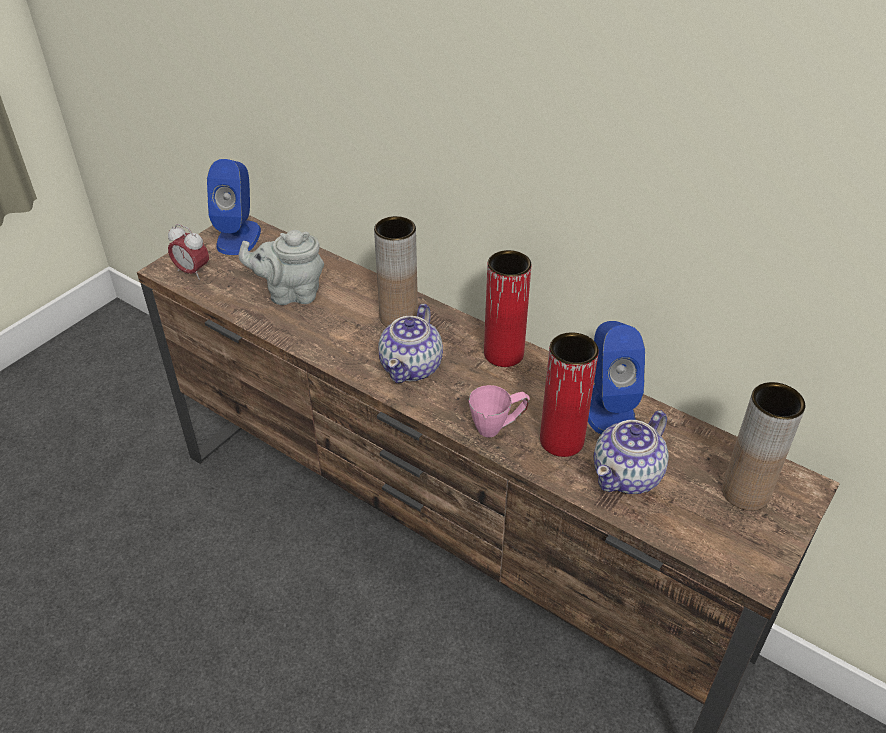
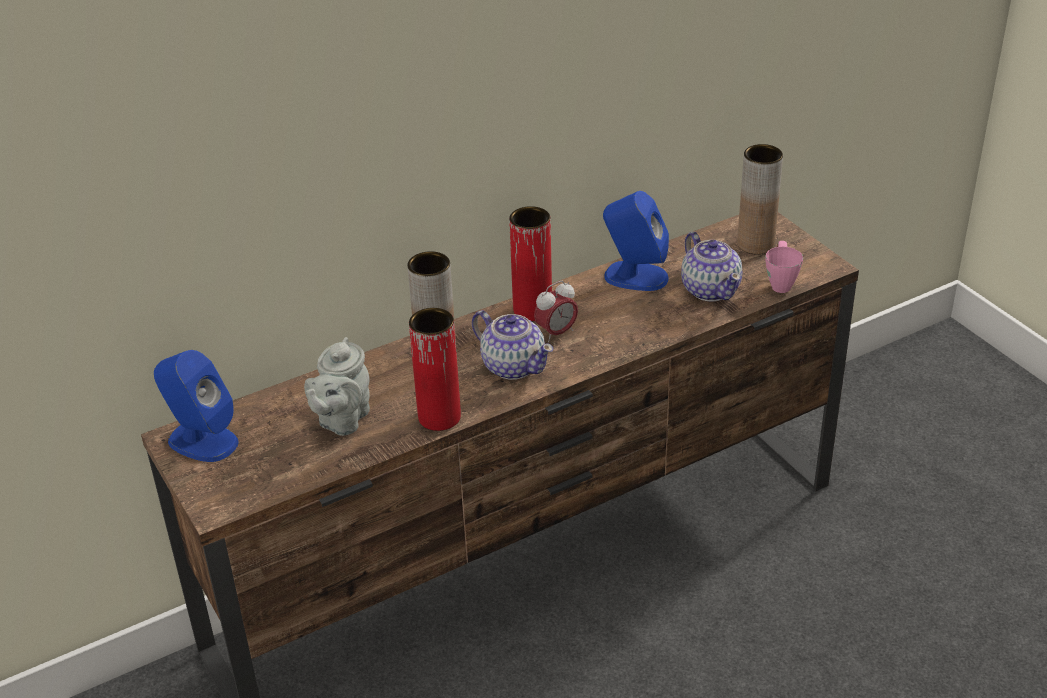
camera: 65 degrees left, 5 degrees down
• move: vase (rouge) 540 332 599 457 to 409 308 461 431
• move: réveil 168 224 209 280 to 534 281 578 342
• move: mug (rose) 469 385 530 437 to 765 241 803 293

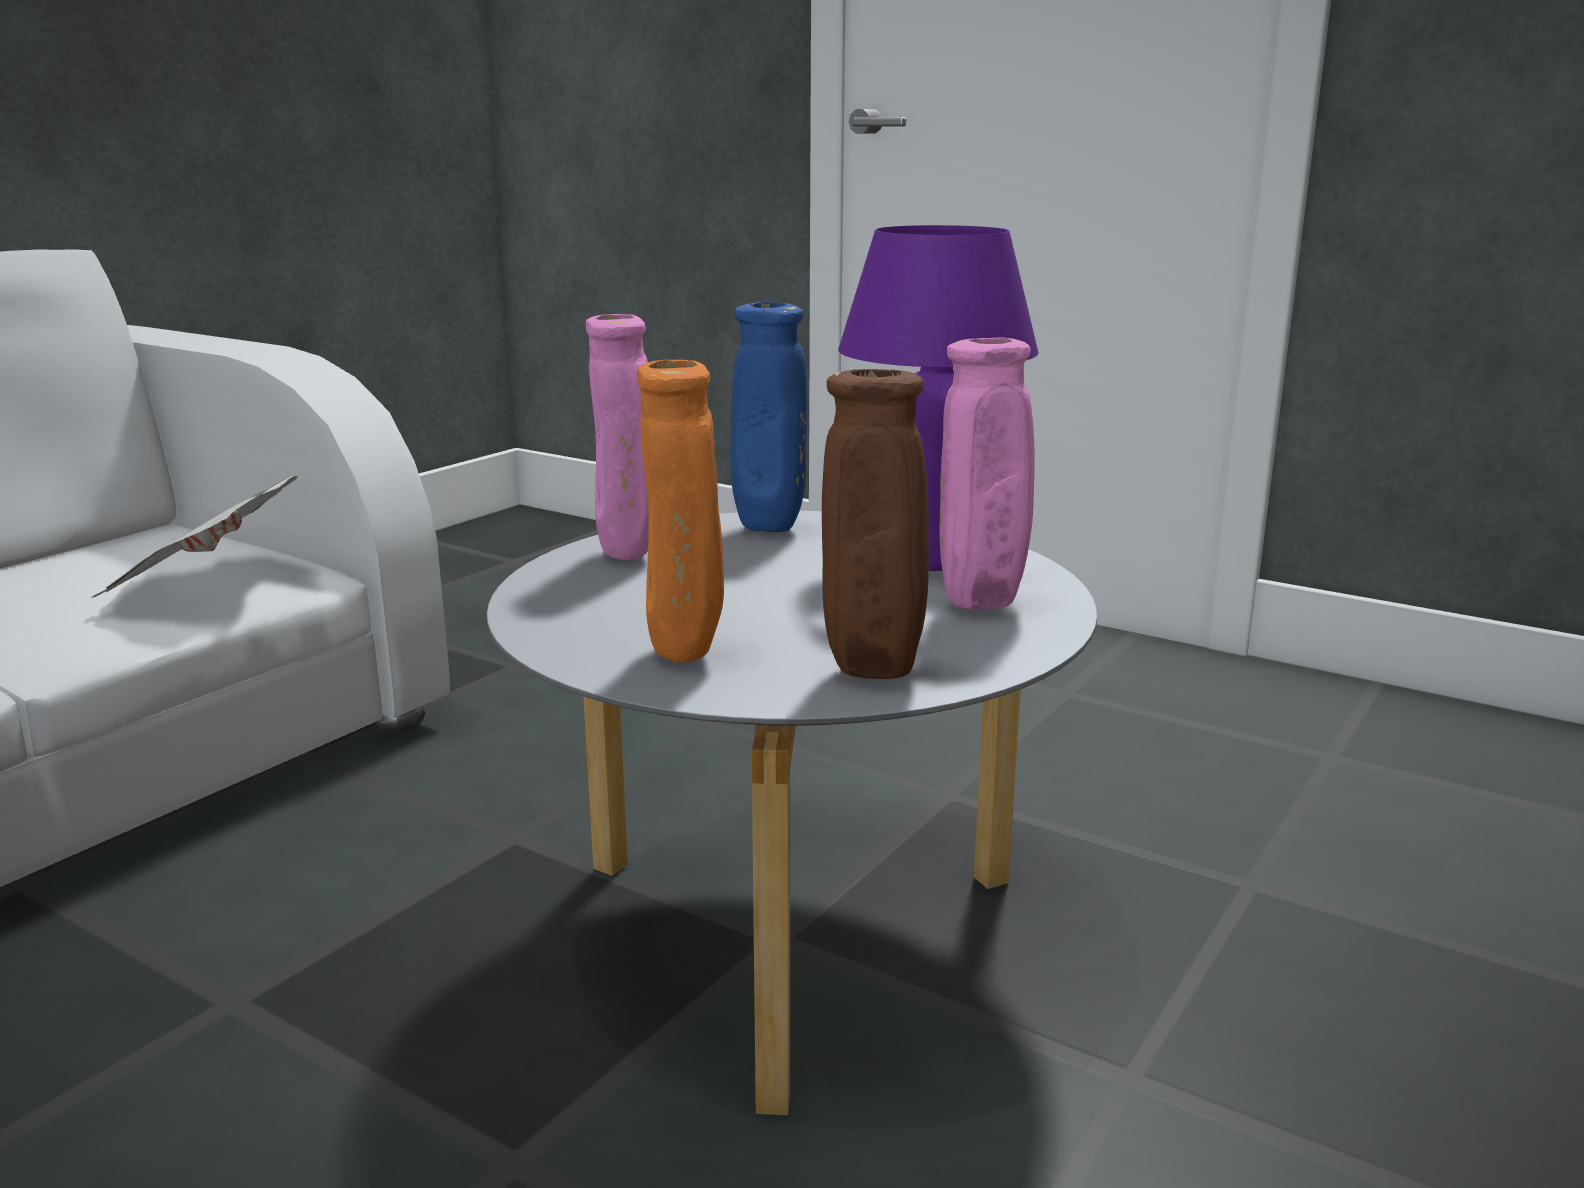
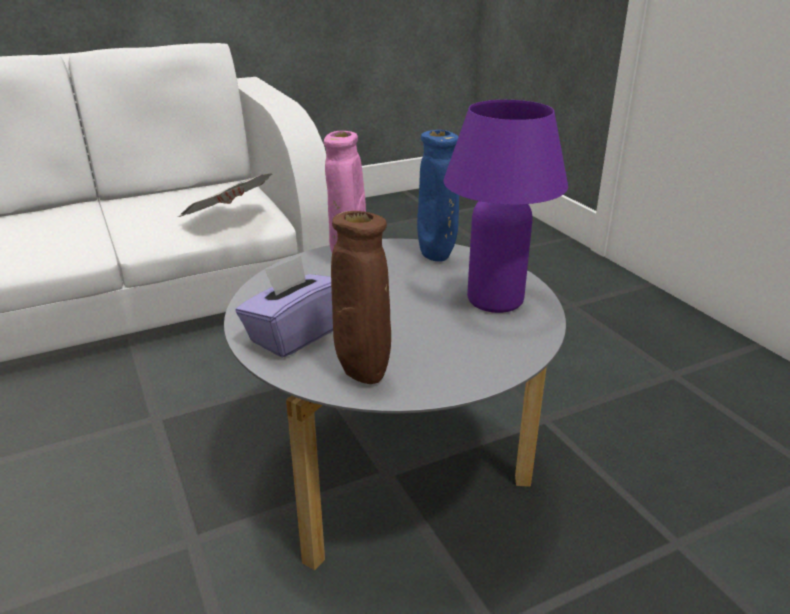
camera: 30 degrees right, 10 degrees up
• replace: vase (orange) 637 360 724 662 to boîte à mouchoirs (violet) 236 255 333 358
• delete: vase (rose) 940 337 1035 610

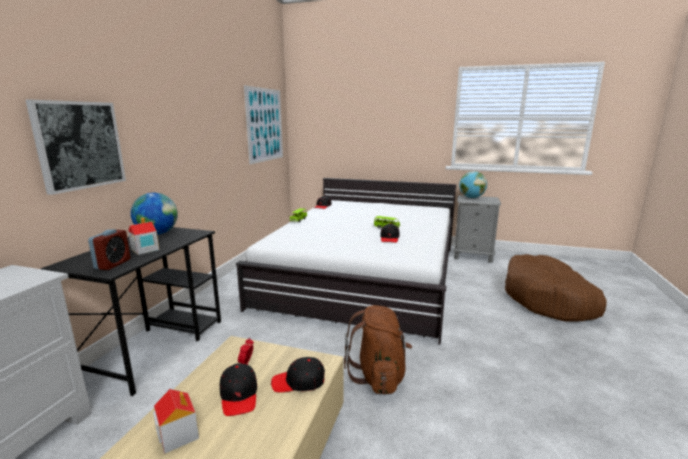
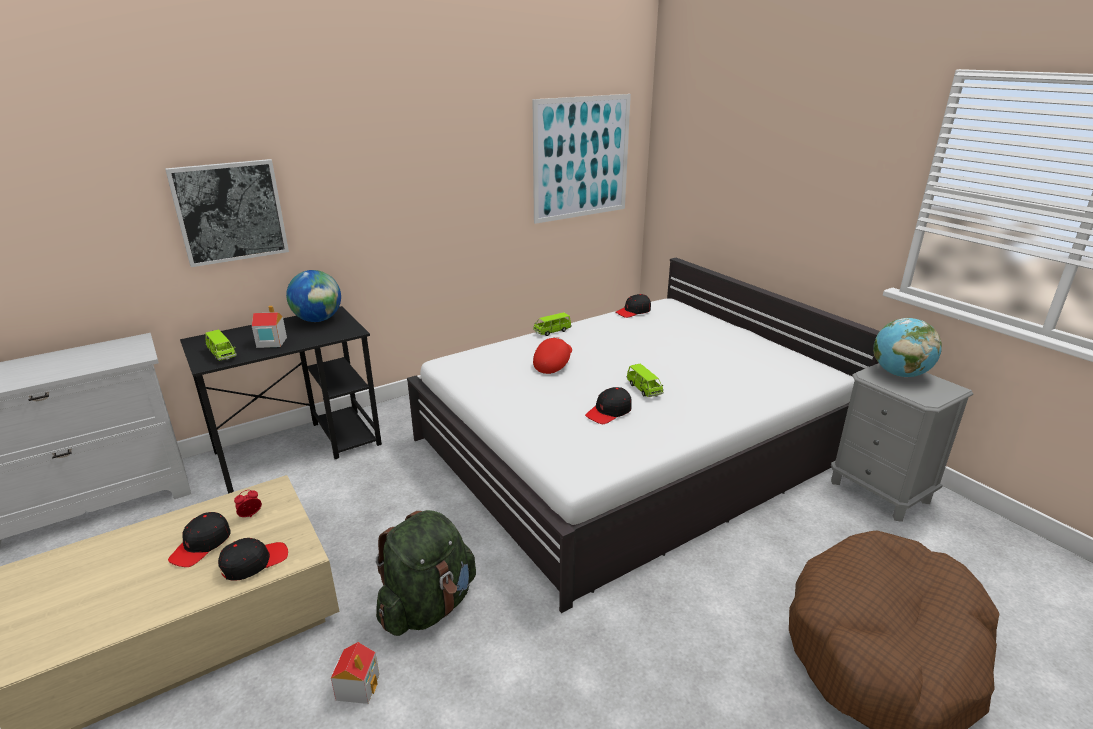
camera: 40 degrees right, 10 degrees up
• replace: réveil 88 229 131 270 to petite voiture (vert) 205 330 237 361
• rotate: casquette (noir) 271 357 325 393 = 218 538 288 581 105 degrees clockwise
• move: maison miniature 153 389 199 454 to 331 642 379 704
• recolor: sac à dos (marron) 344 305 412 395 to sac à dos (vert) 376 510 476 636
• insert: casquette (rouge) 533 337 572 374

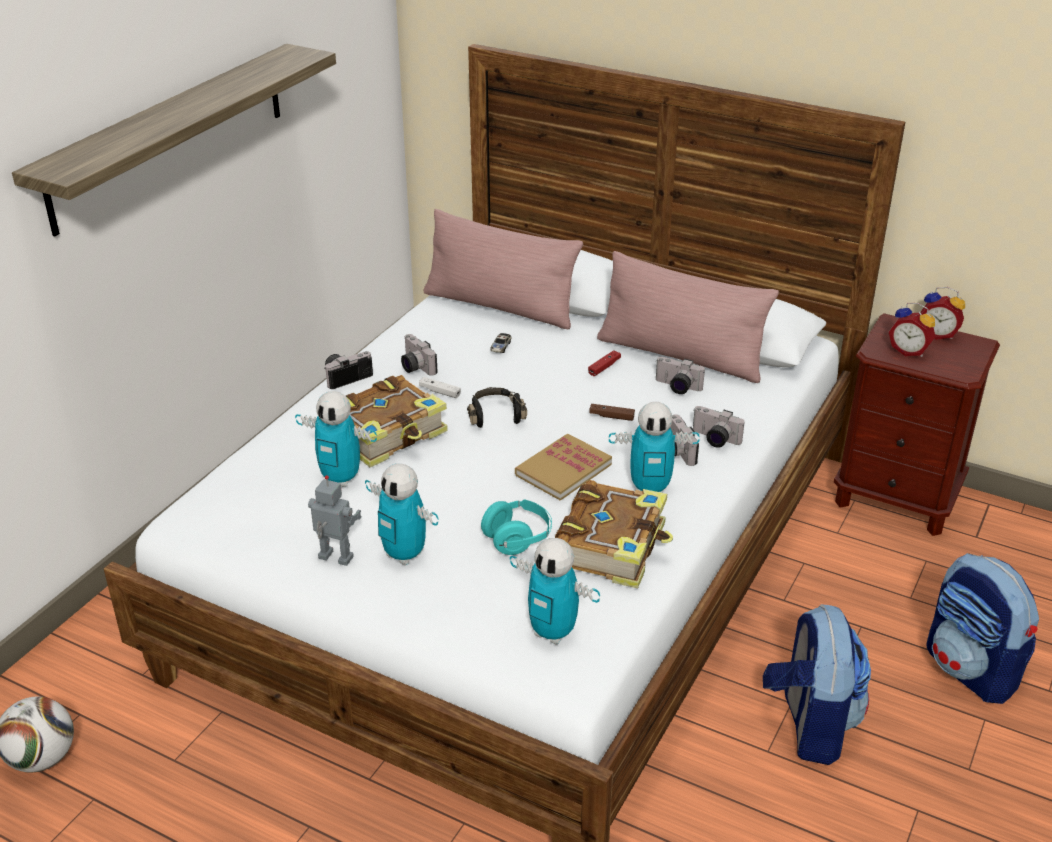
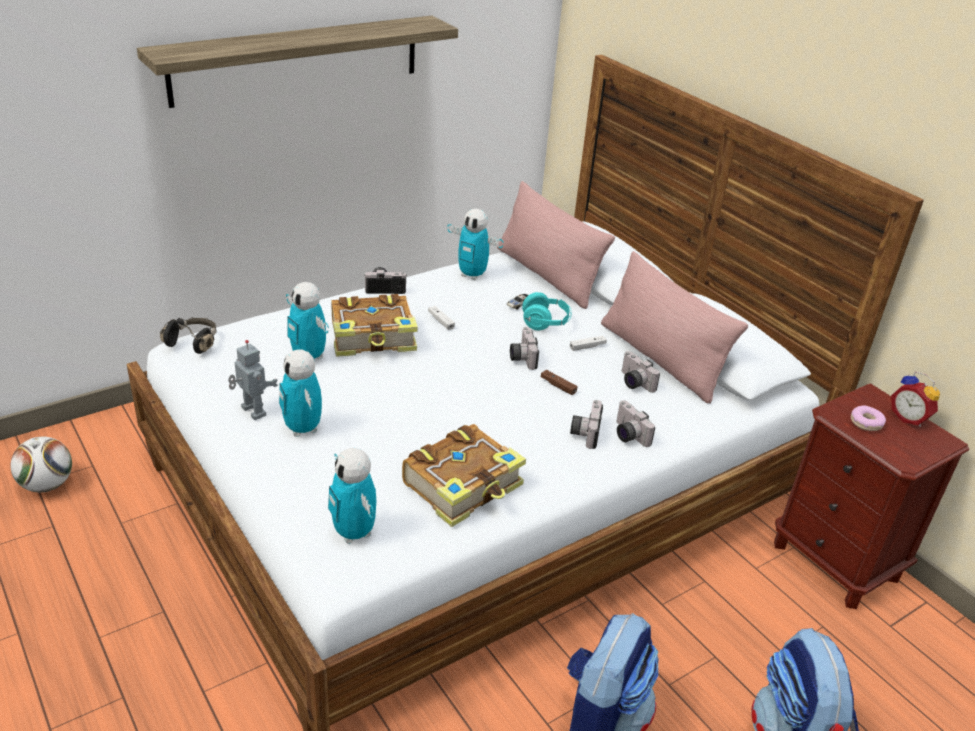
camera: 25 degrees right, 0 degrees up
• move: casque audio (noir) 467 387 527 428 to 160 317 216 354
• move: robot jouet 609 402 700 493 to 447 209 504 280
• move: appareil photo 401 334 438 376 to 510 327 539 370
• move: casque audio (turquoise) 481 499 552 555 to 522 292 572 330
• recolor: manette (rouge) 588 350 621 376 to manette (blanc) 570 336 607 351
• replace: réveil 889 303 935 357 to beignet 851 406 886 431
• delete: livre 515 433 612 501

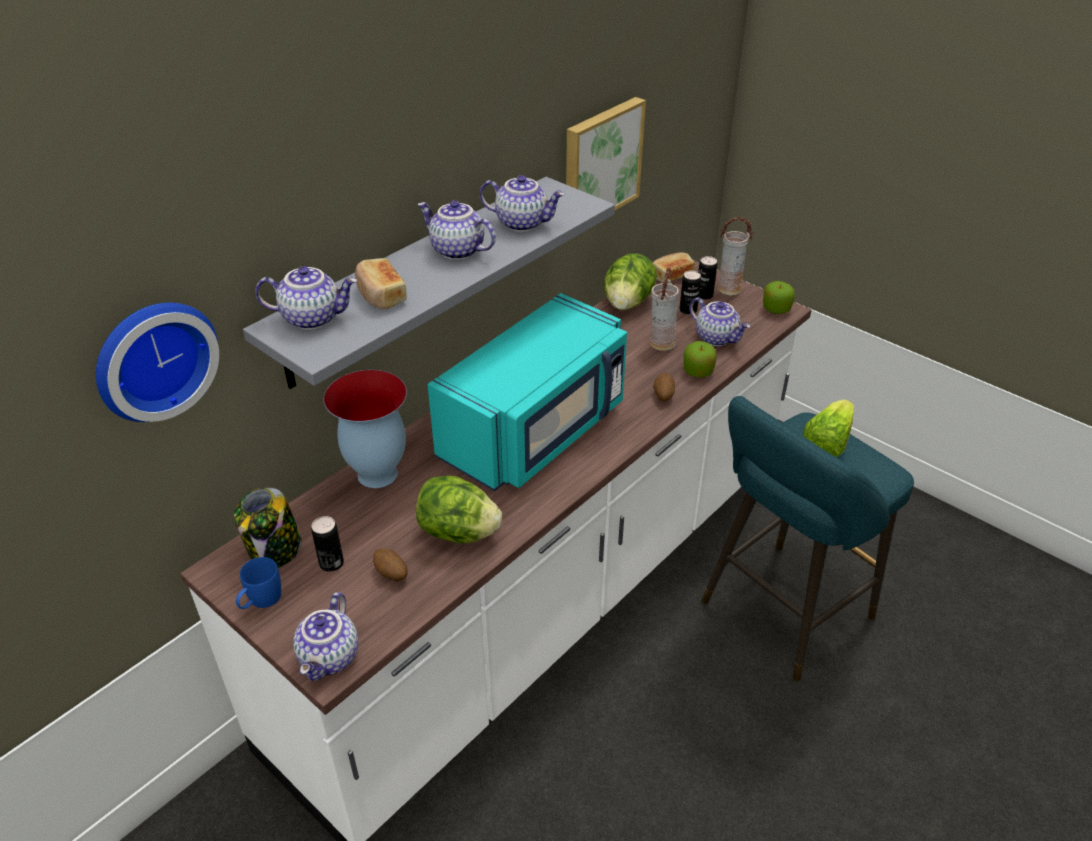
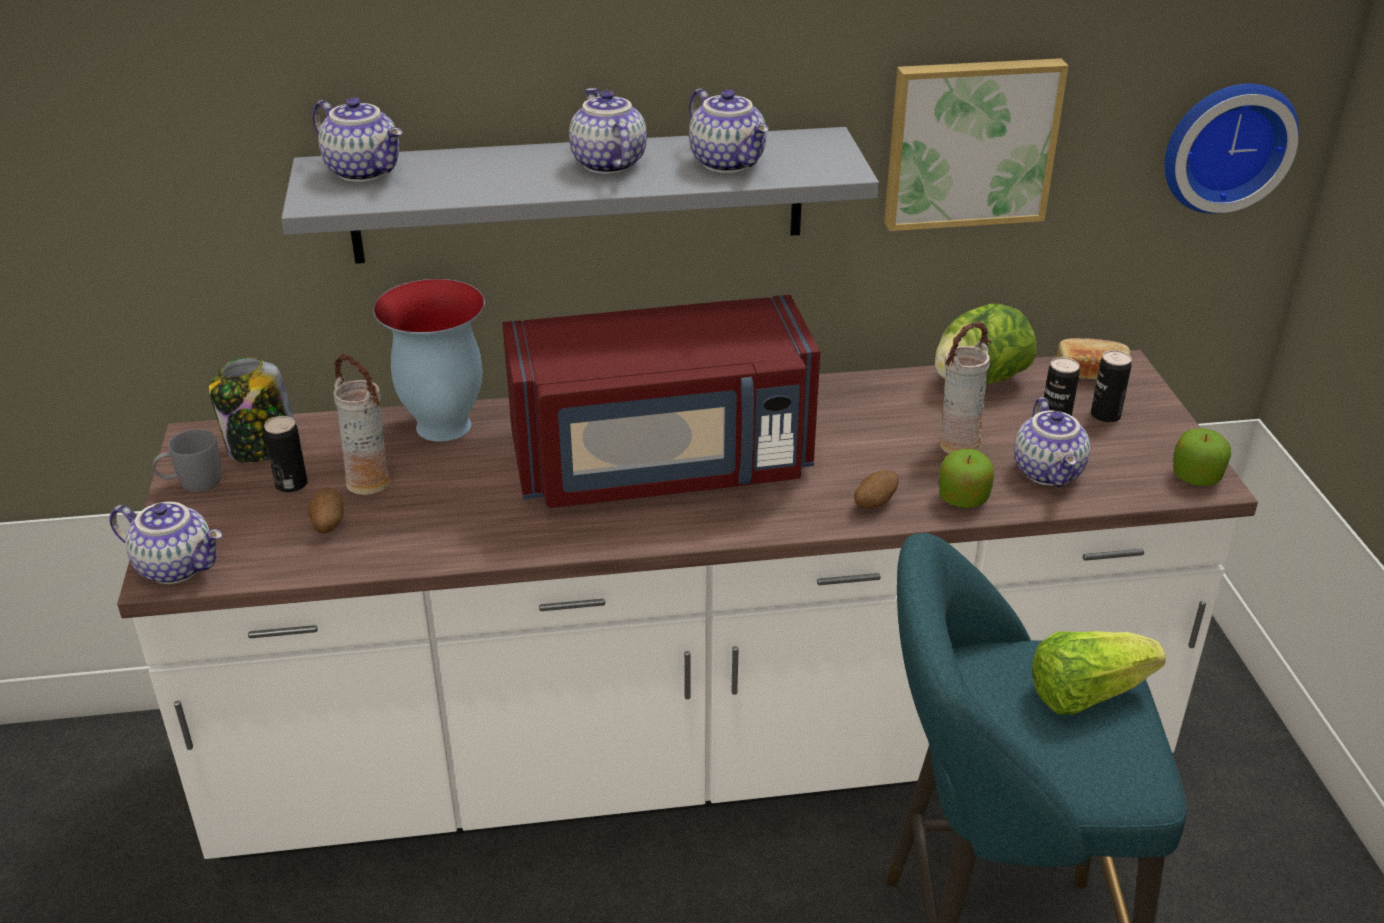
camera: 40 degrees right, 5 degrees down
• rotate: théière 293 592 358 681 = 109 502 222 584 120 degrees counterclockwise
• recolor: mug (bleu) 236 557 281 609 to mug (gris) 153 429 221 492
• move: vase 718 217 754 296 to 333 354 390 495
• recolor: micro-ondes (turquoise) 428 293 627 492 to micro-ondes (rouge) 502 295 820 508
• move: horloge murale 96 303 219 422 to 1164 84 1299 214
• delete: pain 355 258 407 309
• delete: laitue 416 476 502 544

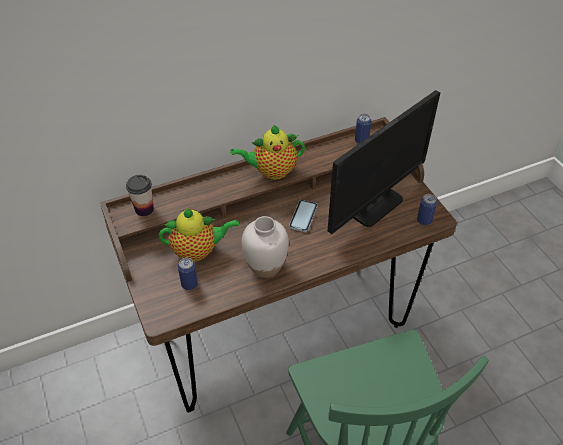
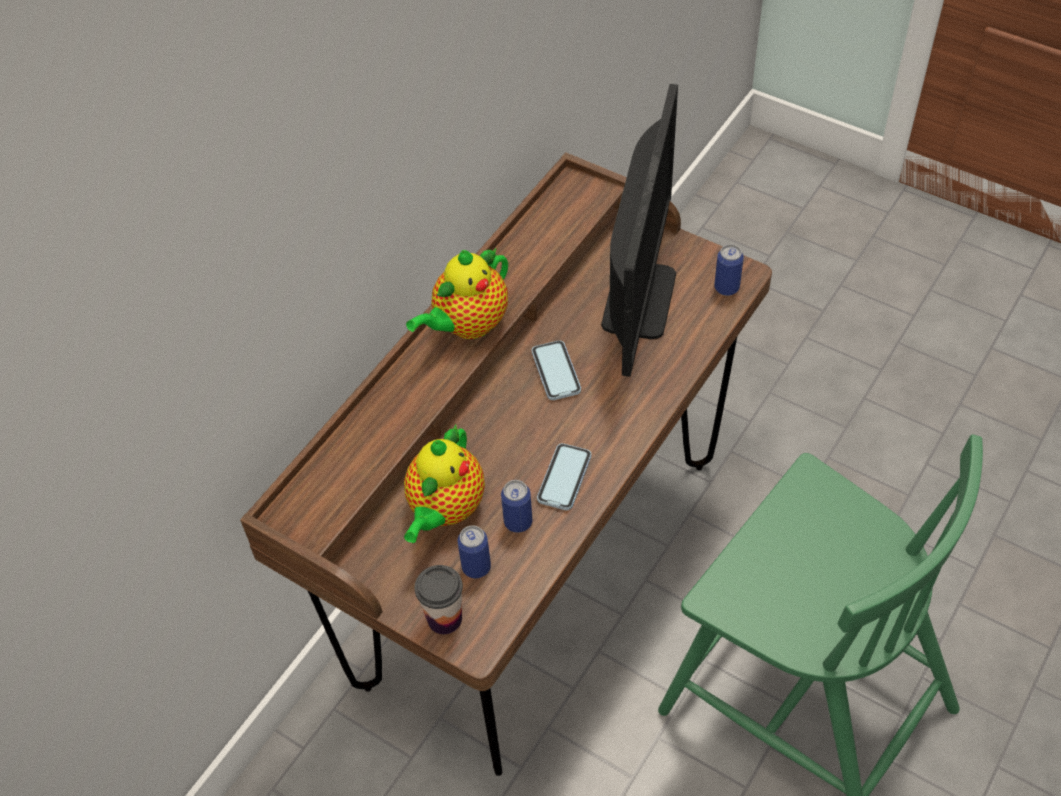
camera: 30 degrees left, 5 degrees up
• rotate: théière 159 208 239 262 = 404 425 485 543 150 degrees clockwise
• move: tasse 126 175 154 216 to 415 565 463 634
• move: boîte métallique 355 114 372 144 to 501 480 532 533
• replace: vase (blanc) 241 216 289 278 to téléphone 537 443 591 510

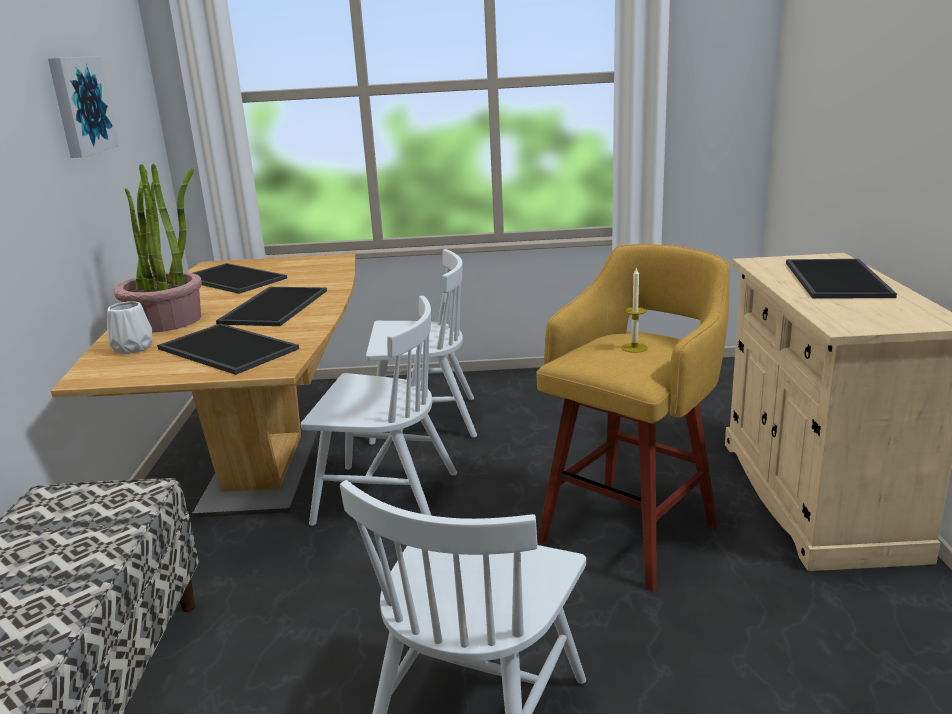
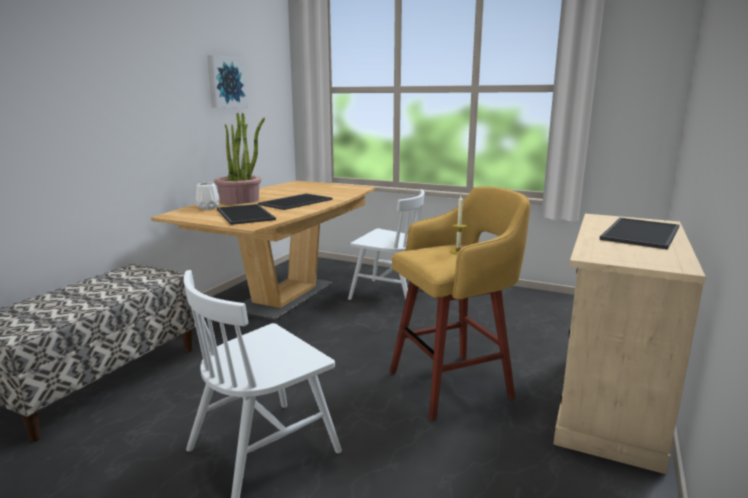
camera: 25 degrees right, 5 degrees down
• delete: plateau 193 263 287 294
• delete: chaise (blanc) 301 296 457 526

